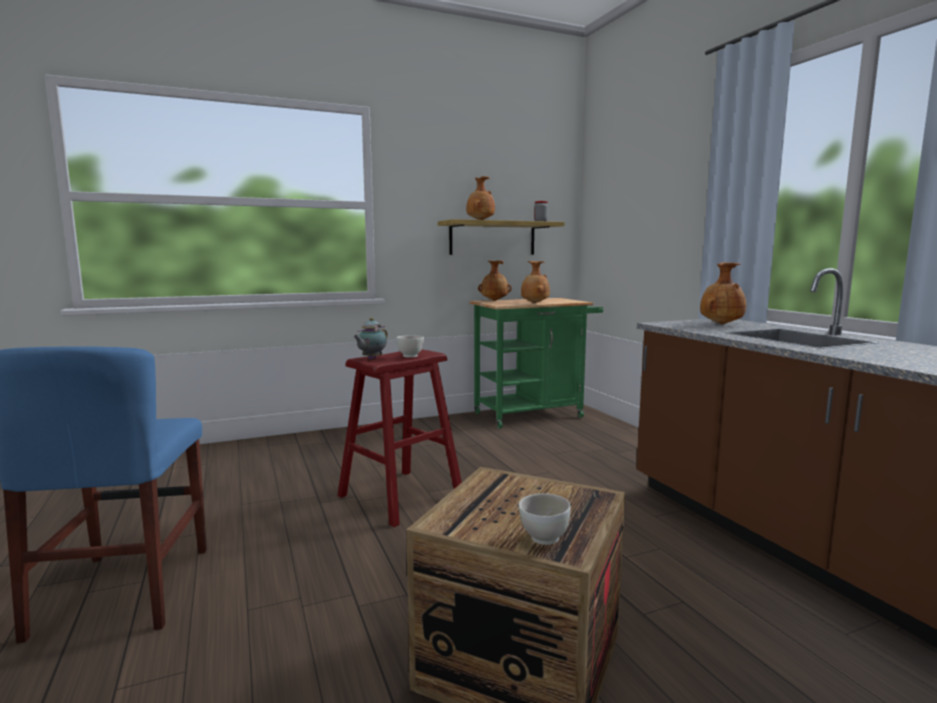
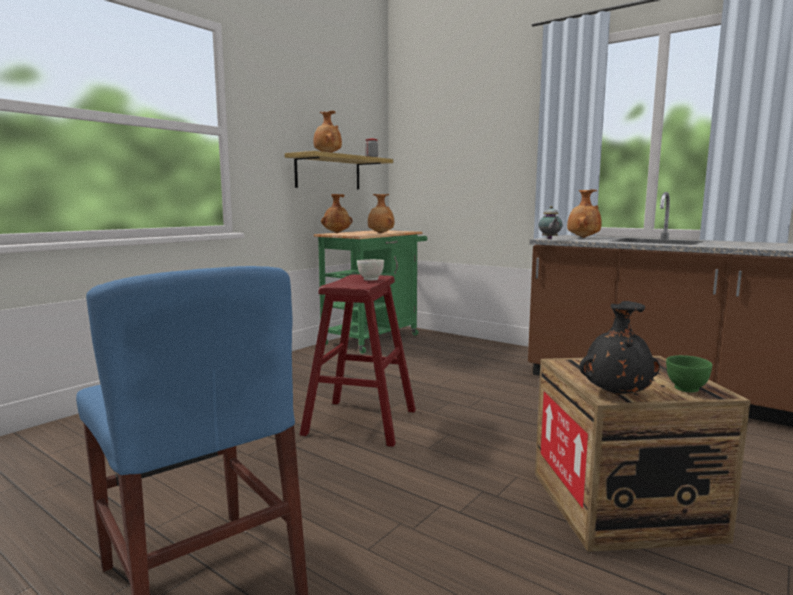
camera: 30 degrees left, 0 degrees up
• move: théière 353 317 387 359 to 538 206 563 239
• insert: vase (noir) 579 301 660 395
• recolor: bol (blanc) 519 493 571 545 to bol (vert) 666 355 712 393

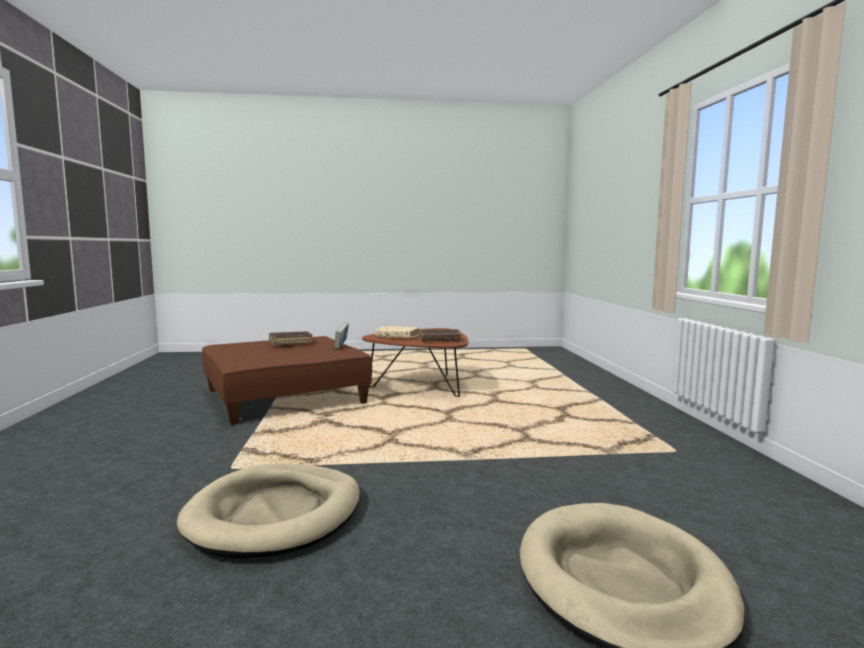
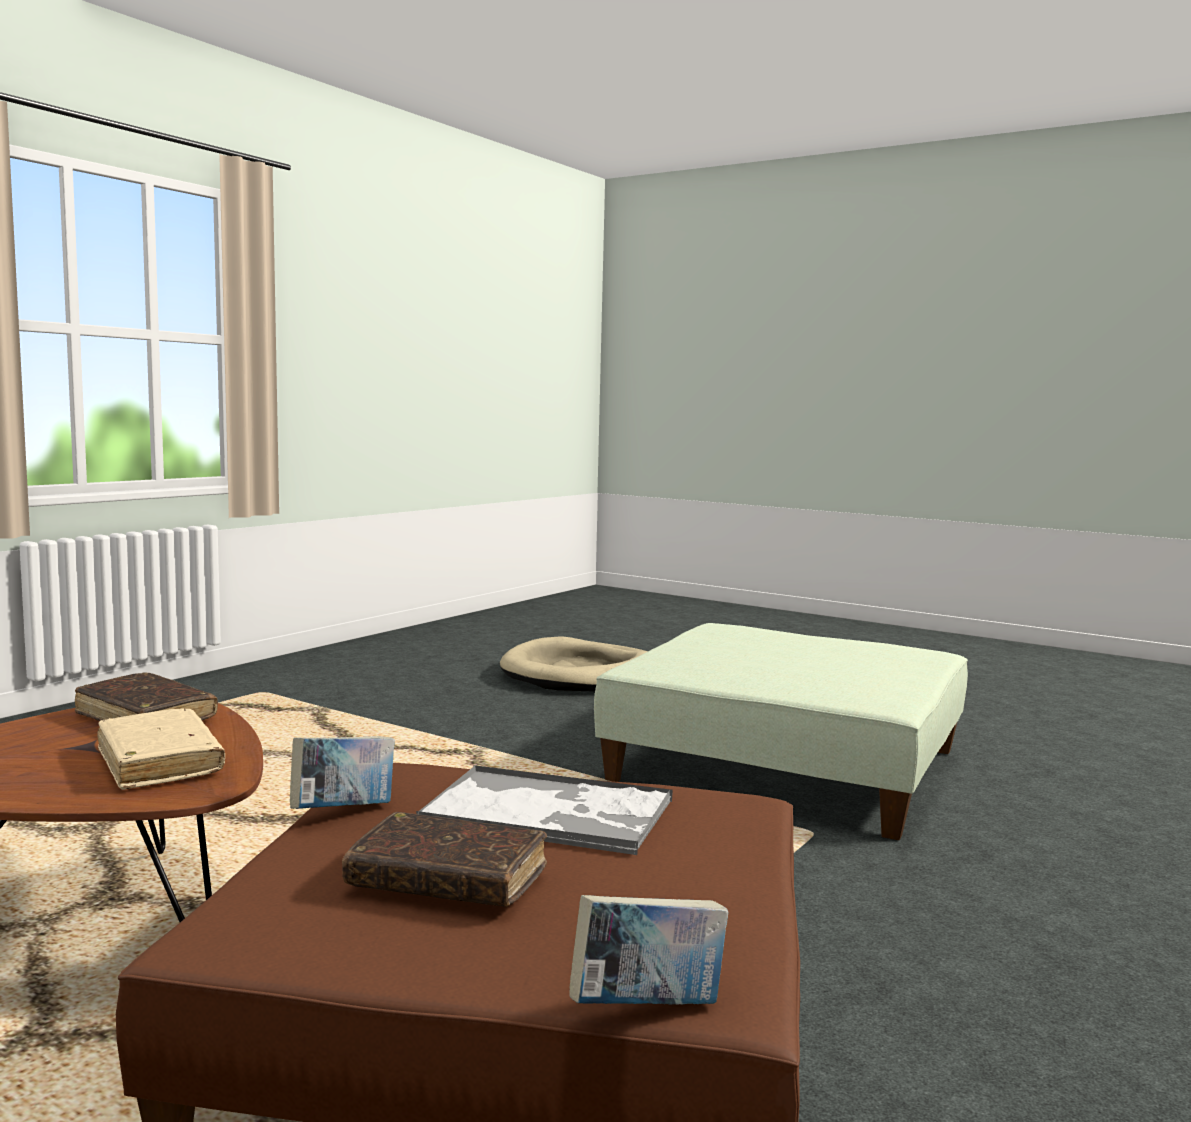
camera: 140 degrees left, 0 degrees up
• insert: plateau 416 765 673 855
• insert: livre 569 895 729 1005
• replace: panier pour chien (beige) 177 464 360 559 to pouf (vert) 594 623 968 840

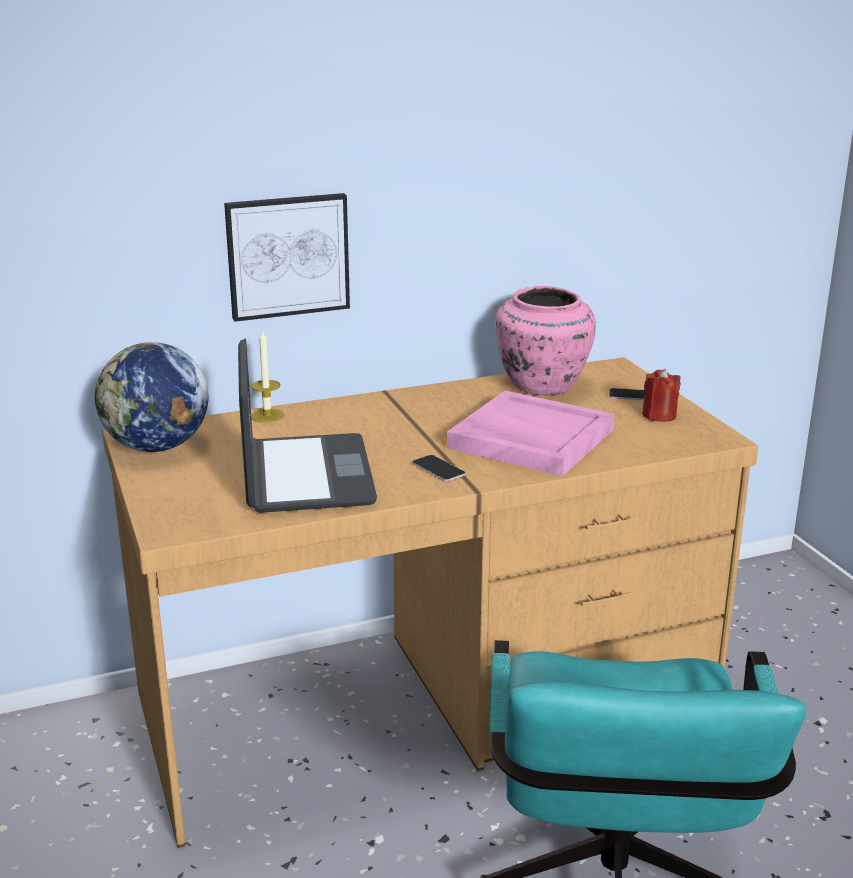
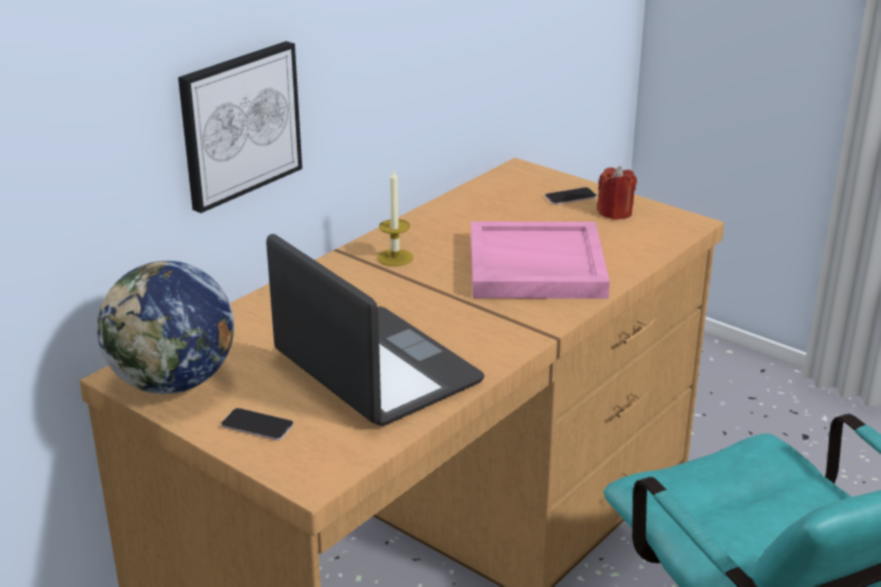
camera: 30 degrees left, 5 degrees up
• move: téléphone 412 455 465 481 to 221 408 294 441
• move: bougie 251 330 285 423 to 377 168 413 266
• delete: vase (rose) 495 286 596 395

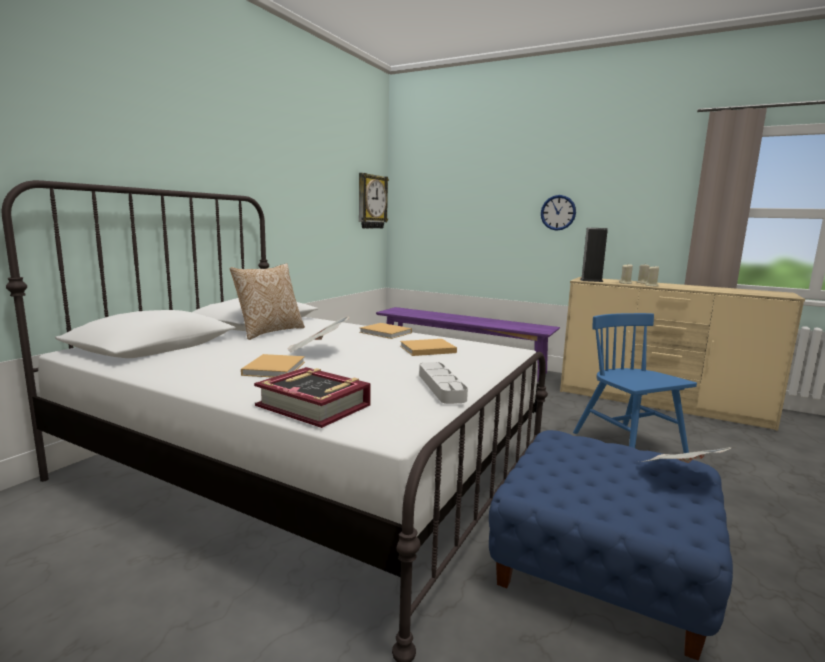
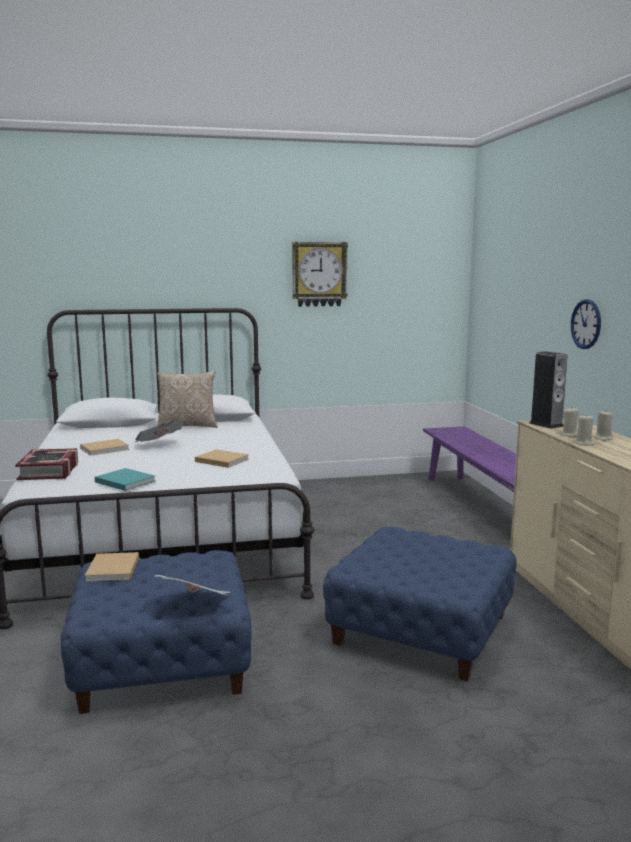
camera: 50 degrees right, 0 degrees up
• move: livre (beige) 359 323 412 339 to 85 552 139 581
• replace: plateau (gris) 419 362 468 404 to livre (turquoise) 95 468 156 491
• move: horloge murale 359 173 389 228 to 292 242 348 307
• replace: chaise (bleu) 573 313 697 453 to pouf (bleu) 323 527 517 681

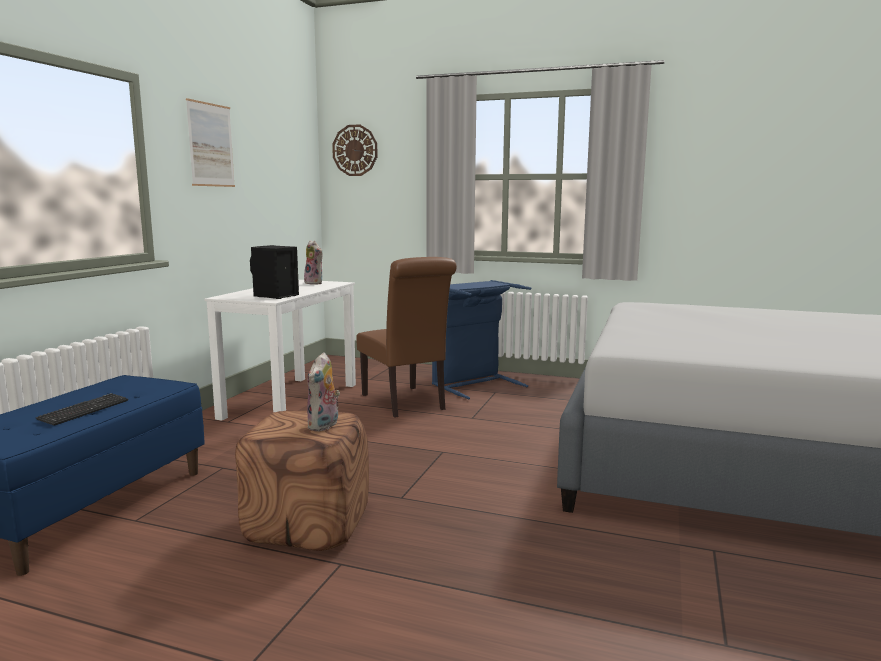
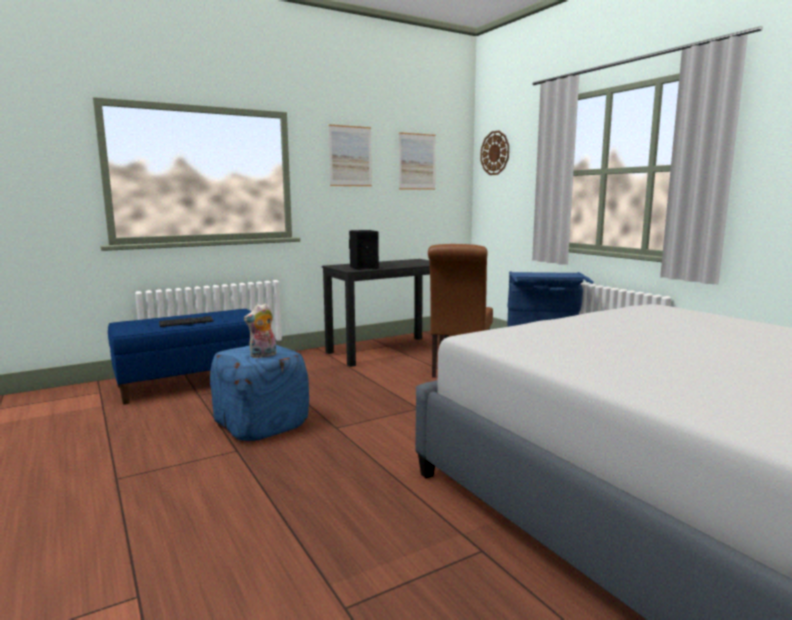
camera: 40 degrees right, 0 degrees up
• recolor: pouf (marron) 235 410 369 551 to pouf (bleu) 210 345 309 441
• recolor: bureau (blanc) 204 280 356 421 to bureau (noir) 322 259 449 367
• insert: tableau 399 132 436 190
• delete: peluche 304 240 323 285

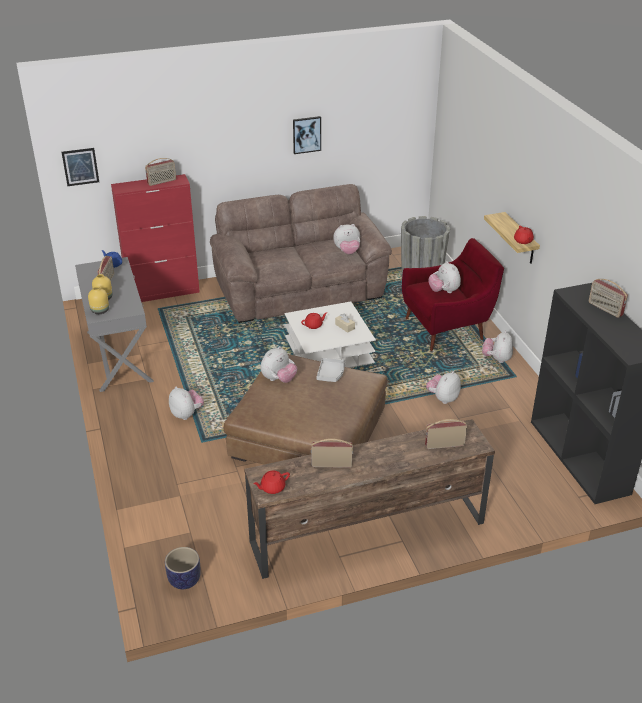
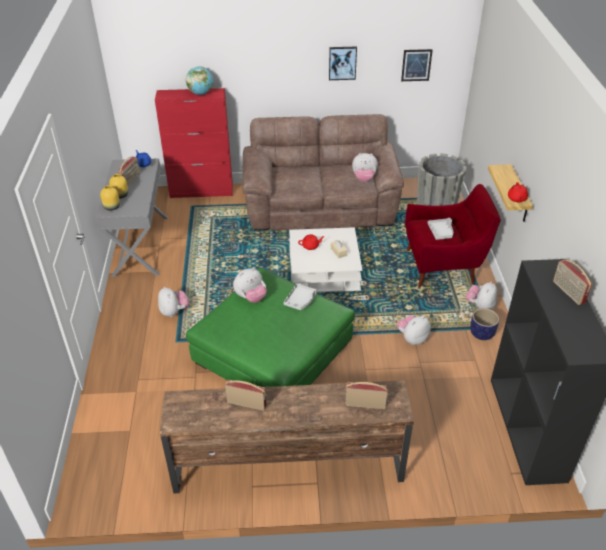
camera: 15 degrees right, 5 degrees up
• replace: radio 145 158 176 186 to globe 186 66 213 95
• recolor: pouf (marron) 224 354 387 465 to pouf (vert) 186 268 355 387
• move: tableau 62 148 99 186 to 401 49 433 81
• replace: peluche 429 261 461 293 to plateau (gris) 428 218 453 240
• move: cache-pot 165 547 201 589 to 470 308 499 340
• delete: théière (rouge) 253 470 290 494

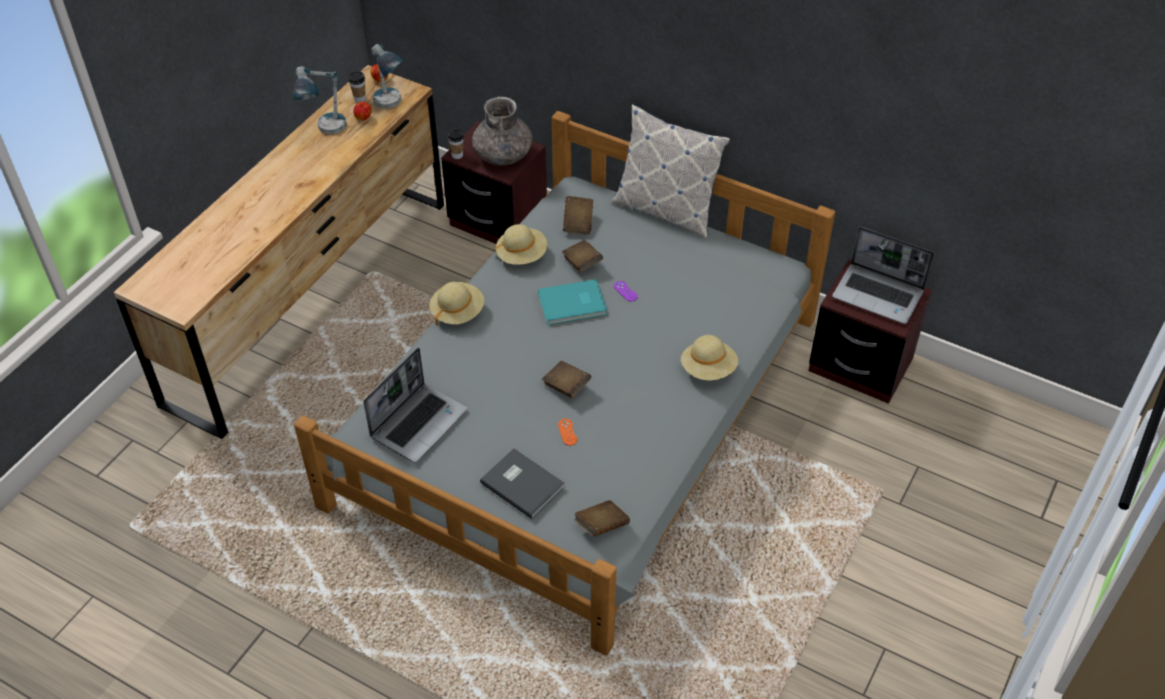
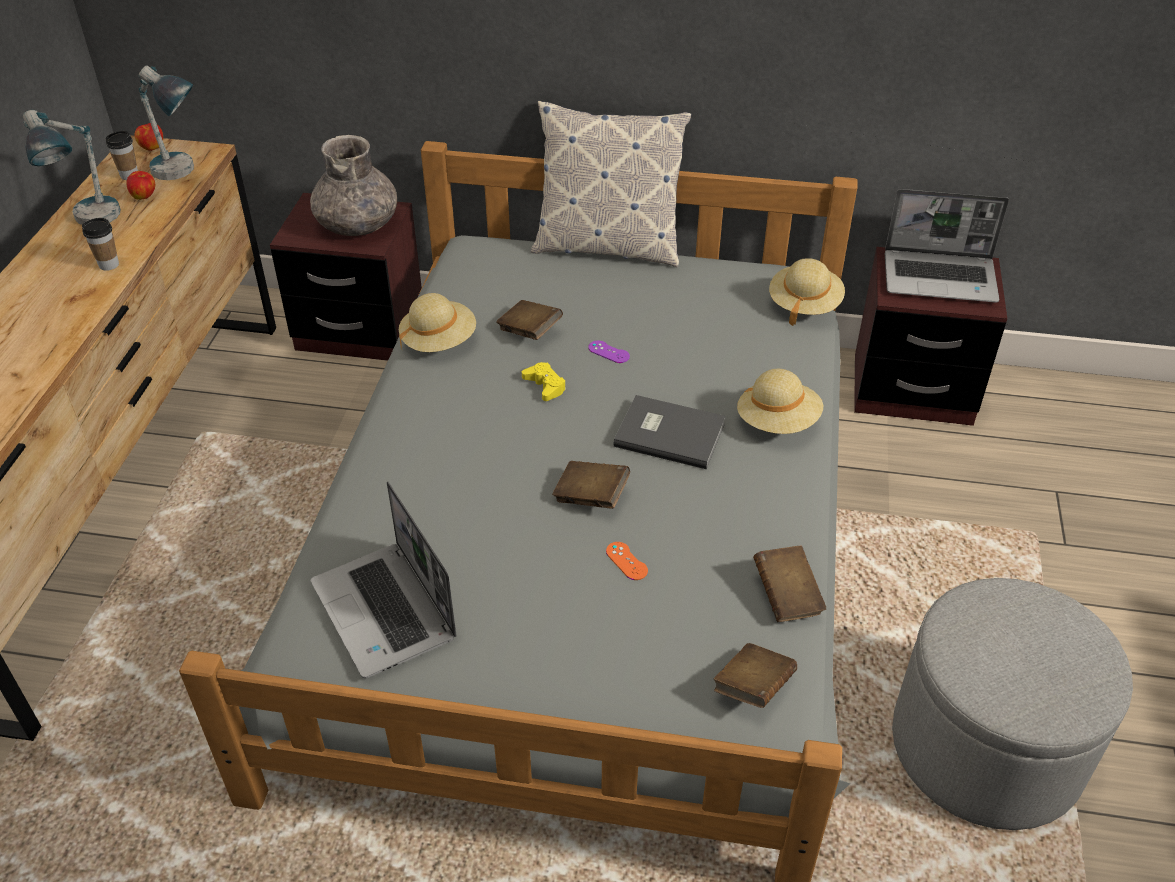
camera: 20 degrees left, 5 degrees down
• move: tasse 448 129 464 159 to 82 218 119 271
• rotate: ordinateur portable 363 347 468 463 = 310 482 457 678 135 degrees clockwise
• replace: livre (turquoise) 538 279 607 325 to manette (jaune) 522 362 566 401
• move: livre (gris) 480 448 565 519 to 613 395 726 469
• move: livre (marron) 563 196 593 235 to 753 545 826 622
• move: chapeau (beige) 429 282 484 326 to 769 258 845 326
• insert: pouf (gris) 892 578 1133 830

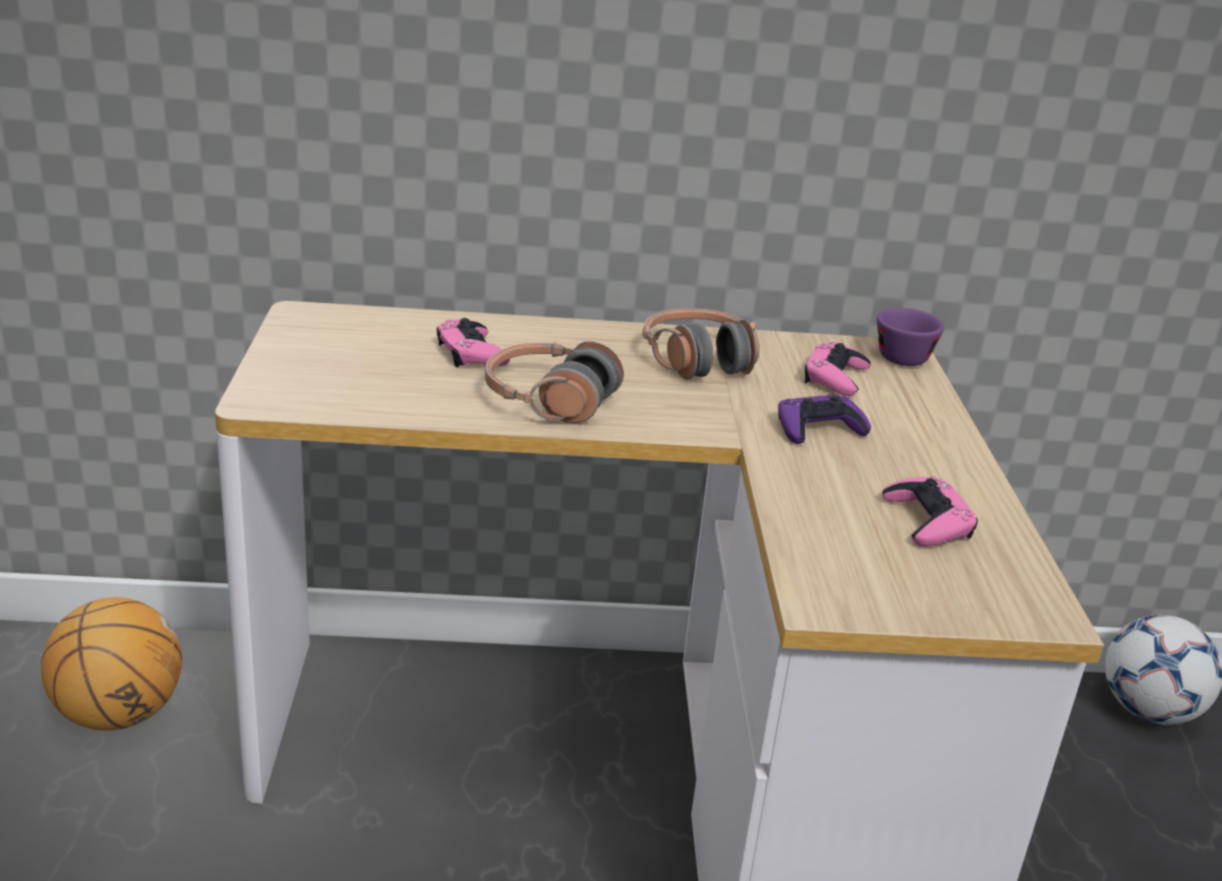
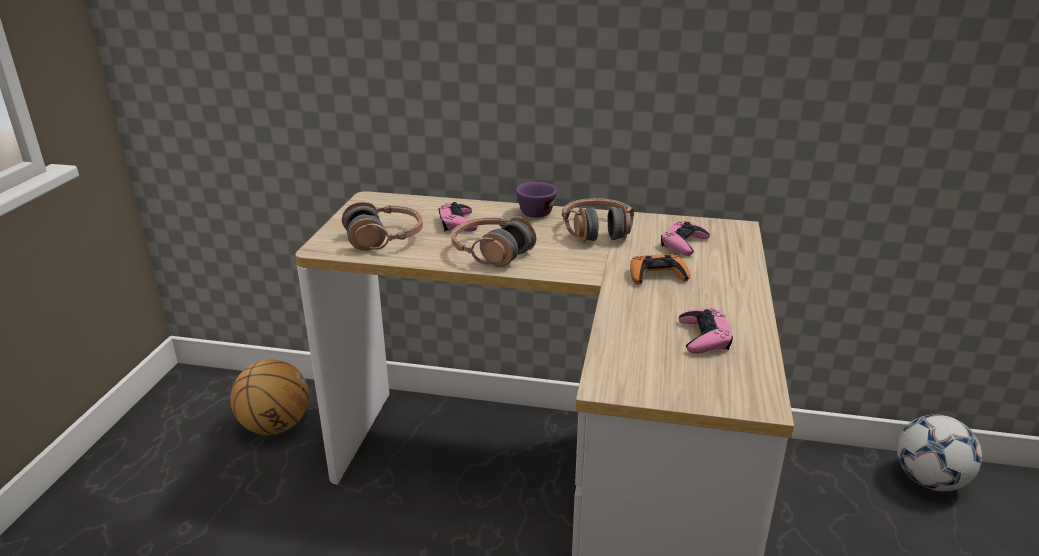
camera: 15 degrees right, 0 degrees up
• insert: casque audio 342 202 423 251
• move: tasse (violet) 877 308 944 366 to 516 182 557 218
• recolor: manette (violet) 778 394 871 444 to manette (orange) 630 254 690 285

